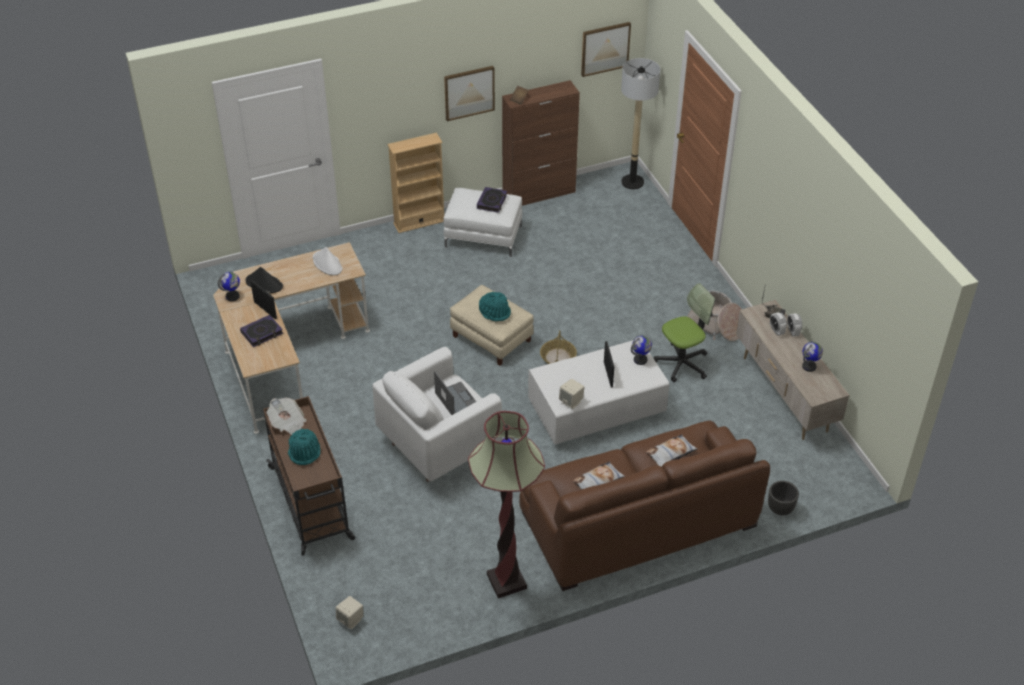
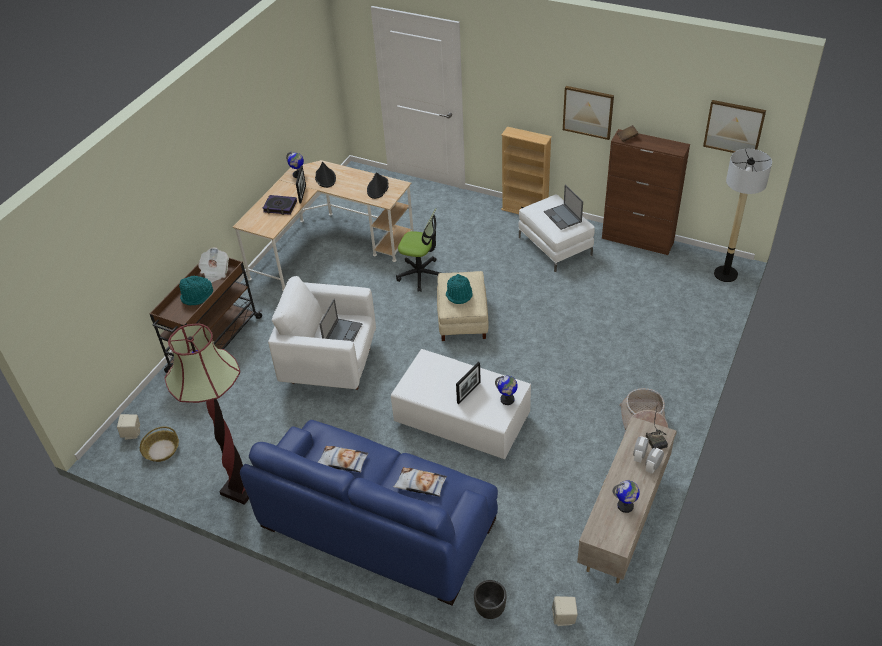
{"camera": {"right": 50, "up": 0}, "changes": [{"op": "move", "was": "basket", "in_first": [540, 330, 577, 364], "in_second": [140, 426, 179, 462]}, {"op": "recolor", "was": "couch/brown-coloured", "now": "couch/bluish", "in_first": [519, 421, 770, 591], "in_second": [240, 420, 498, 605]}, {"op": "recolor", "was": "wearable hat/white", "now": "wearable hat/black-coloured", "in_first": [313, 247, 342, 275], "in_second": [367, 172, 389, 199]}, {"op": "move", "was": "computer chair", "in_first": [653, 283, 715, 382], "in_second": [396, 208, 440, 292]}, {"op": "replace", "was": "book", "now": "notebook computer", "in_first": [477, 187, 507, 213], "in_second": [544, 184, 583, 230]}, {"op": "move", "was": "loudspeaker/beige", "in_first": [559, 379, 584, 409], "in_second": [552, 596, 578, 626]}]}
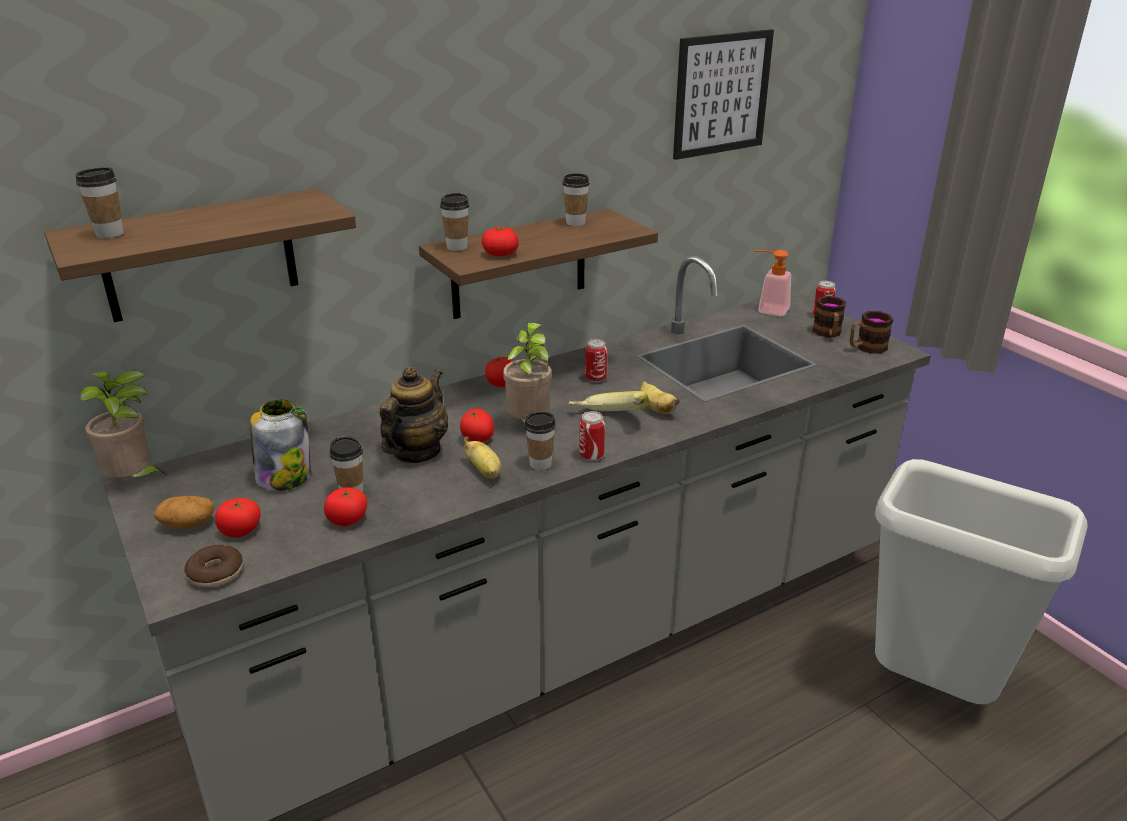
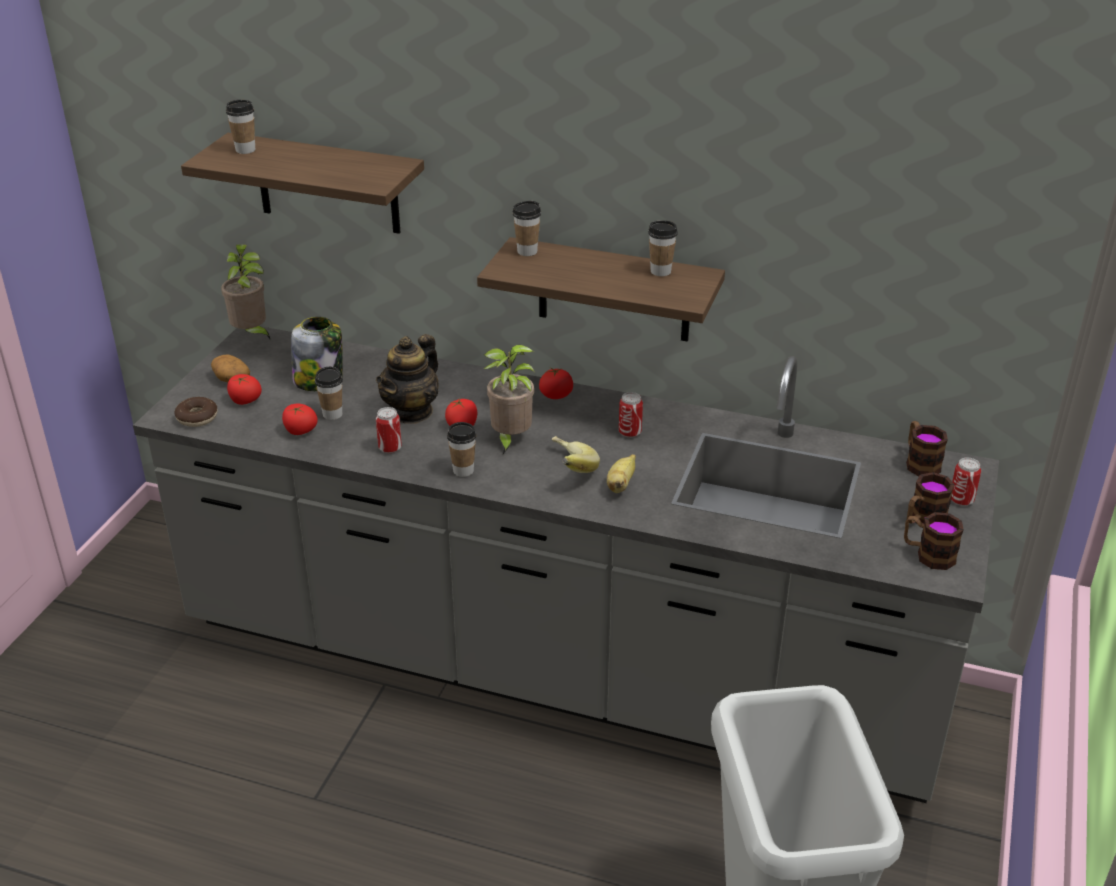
{"camera": {"right": 50, "up": 5}, "changes": [{"op": "rotate", "was": "pot for tea", "in_first": [380, 367, 448, 463], "in_second": [376, 334, 439, 424], "clockwise": 135}, {"op": "move", "was": "metal can", "in_first": [579, 411, 605, 461], "in_second": [376, 407, 402, 453]}, {"op": "replace", "was": "soap dispenser", "now": "coffee mug", "in_first": [754, 250, 791, 316], "in_second": [906, 421, 948, 476]}, {"op": "delete", "was": "whole banana", "in_first": [463, 437, 501, 479]}, {"op": "delete", "was": "whole tomato", "in_first": [482, 227, 519, 256]}, {"op": "delete", "was": "picture", "in_first": [673, 29, 774, 160]}]}
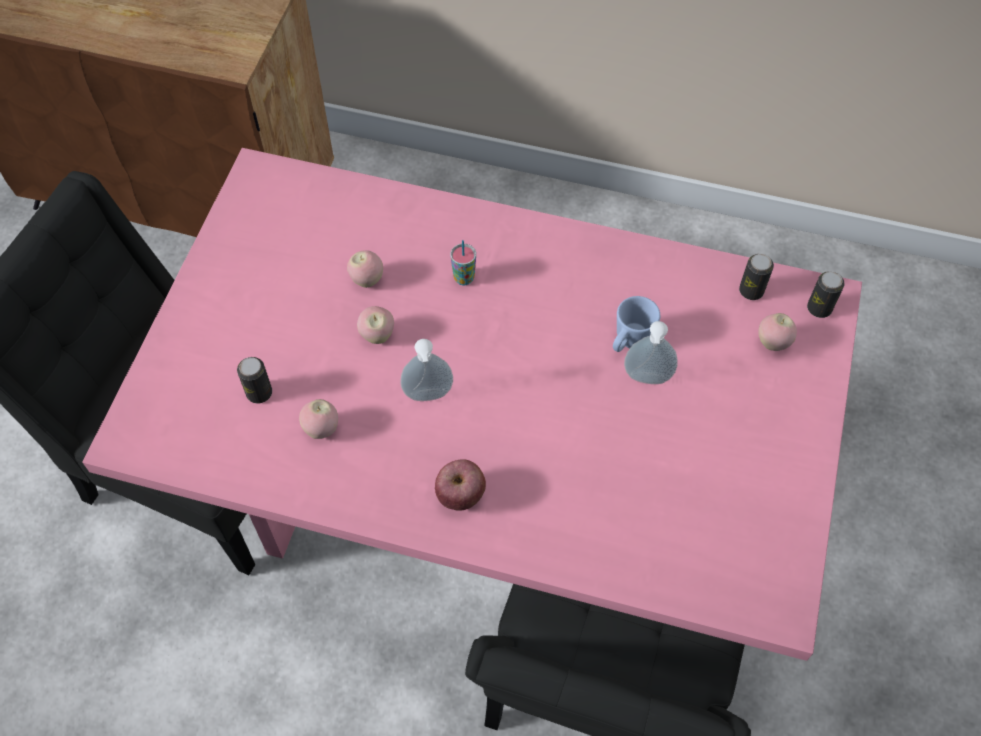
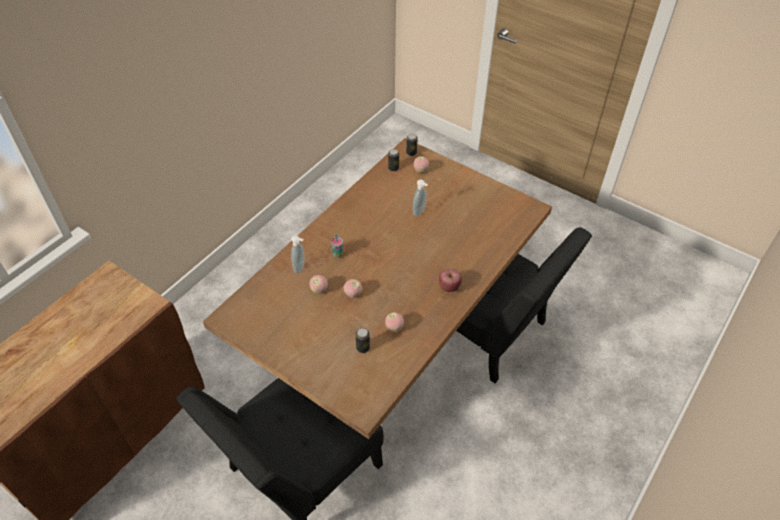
{"camera": {"right": -70, "up": -10}, "changes": [{"op": "recolor", "was": "kitchen table/pinkish", "now": "kitchen table/brown-coloured", "in_first": [82, 148, 862, 661], "in_second": [203, 138, 552, 439]}, {"op": "move", "was": "soap dispenser", "in_first": [400, 339, 453, 401], "in_second": [291, 235, 305, 273]}, {"op": "delete", "was": "coffee mug/bluish", "in_first": [613, 296, 660, 352]}]}
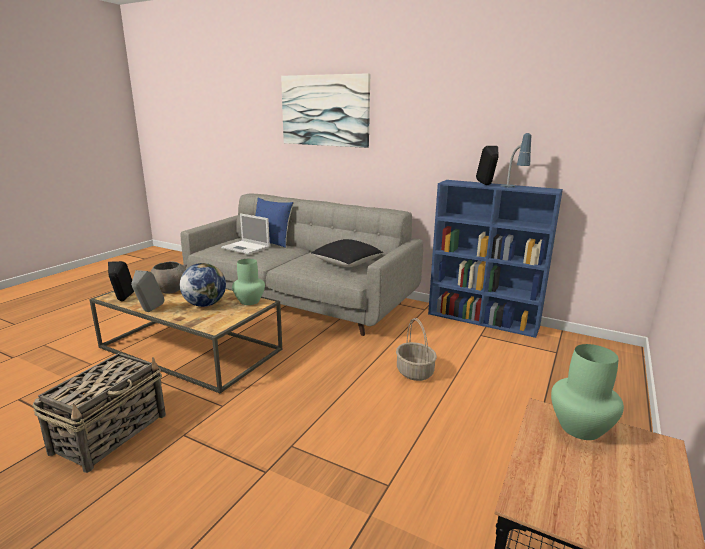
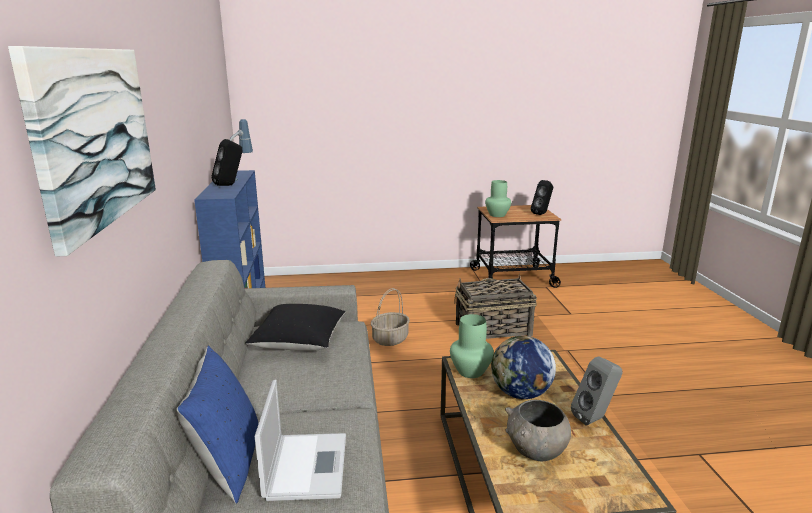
{"camera": {"right": -125, "up": 0}, "changes": [{"op": "move", "was": "basket", "in_first": [32, 353, 166, 473], "in_second": [454, 274, 537, 339]}, {"op": "move", "was": "loudspeaker/black-coloured", "in_first": [108, 261, 134, 301], "in_second": [531, 180, 553, 215]}]}
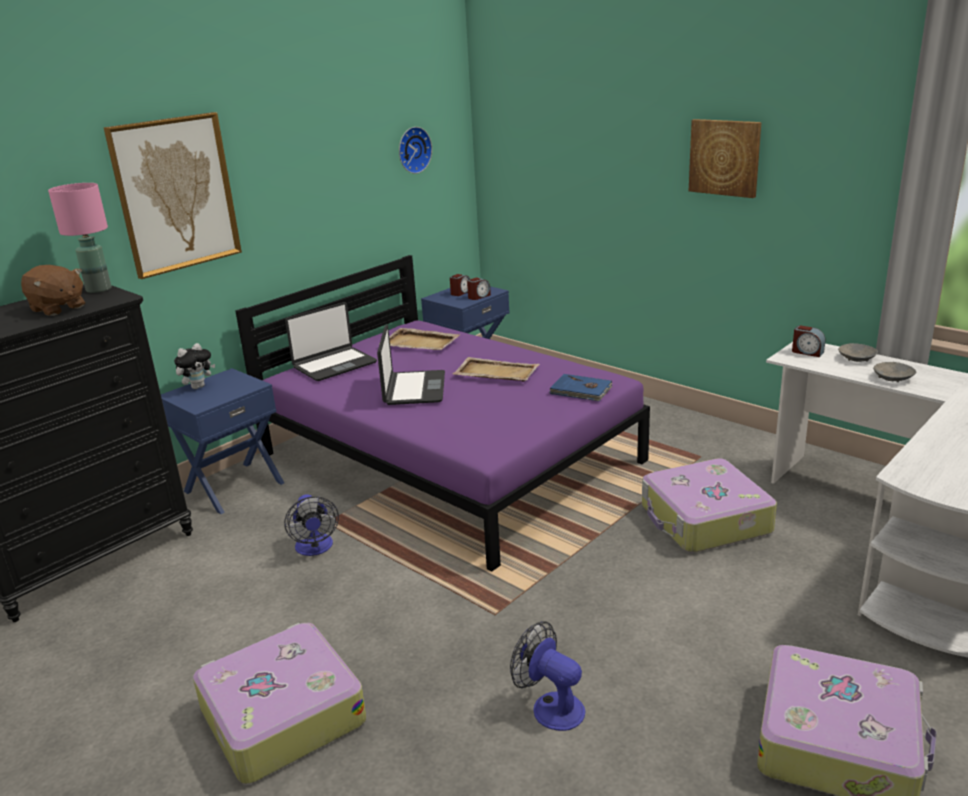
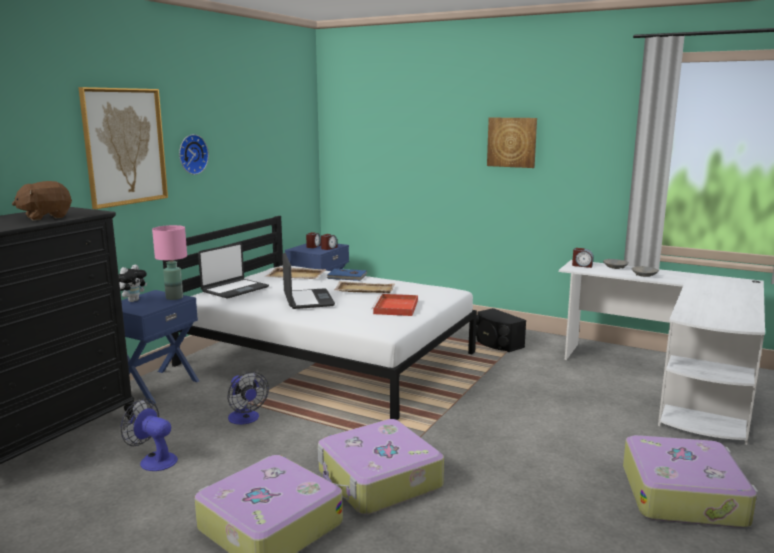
{"camera": {"right": -15, "up": -10}, "changes": [{"op": "rotate", "was": "plush toy/brown-coloured", "in_first": [21, 265, 85, 316], "in_second": [12, 181, 72, 221], "clockwise": 120}, {"op": "move", "was": "cooling fan", "in_first": [510, 621, 585, 731], "in_second": [121, 398, 178, 471]}, {"op": "move", "was": "lamp for a table/pinkish", "in_first": [48, 183, 111, 293], "in_second": [152, 225, 187, 300]}, {"op": "recolor", "was": "bedroom bed/purplish", "now": "bedroom bed/white", "in_first": [235, 255, 650, 571], "in_second": [163, 216, 477, 420]}, {"op": "move", "was": "wall clock", "in_first": [399, 127, 432, 174], "in_second": [179, 134, 209, 175]}, {"op": "move", "was": "suitcase", "in_first": [642, 458, 777, 553], "in_second": [318, 419, 444, 514]}, {"op": "move", "was": "book/bluish", "in_first": [550, 374, 612, 401], "in_second": [327, 269, 367, 281]}, {"op": "insert", "now": "carrying tray/reddish", "in_second": [371, 294, 418, 316]}, {"op": "insert", "now": "loudspeaker/black-coloured", "in_second": [476, 308, 526, 352]}]}
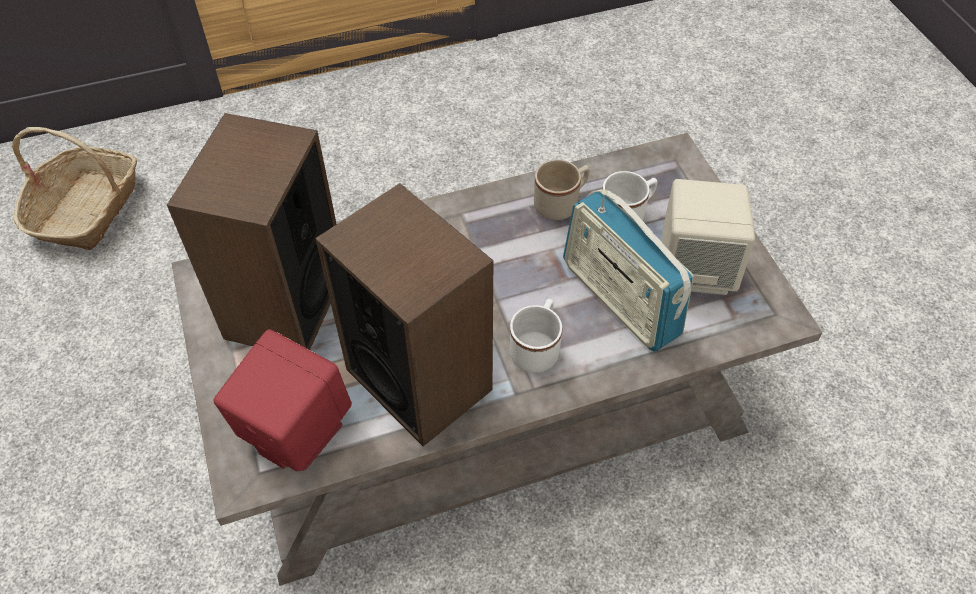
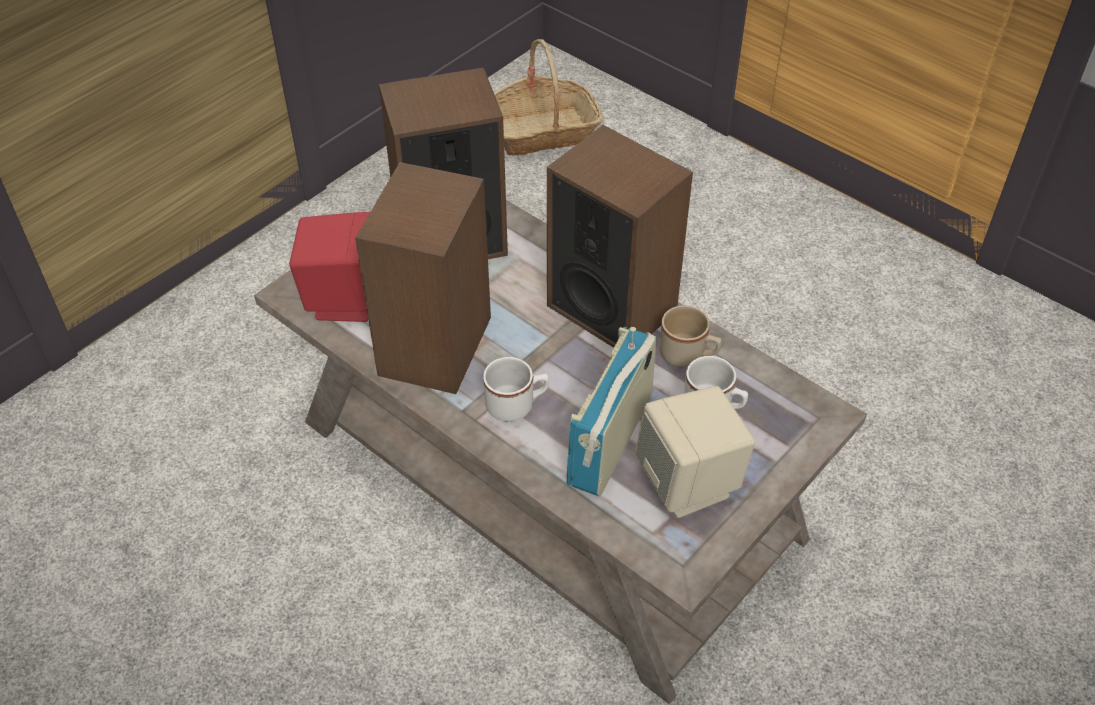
{"camera": {"right": 60, "up": -5}, "changes": [{"op": "insert", "now": "loudspeaker", "in_second": [547, 125, 693, 348]}]}
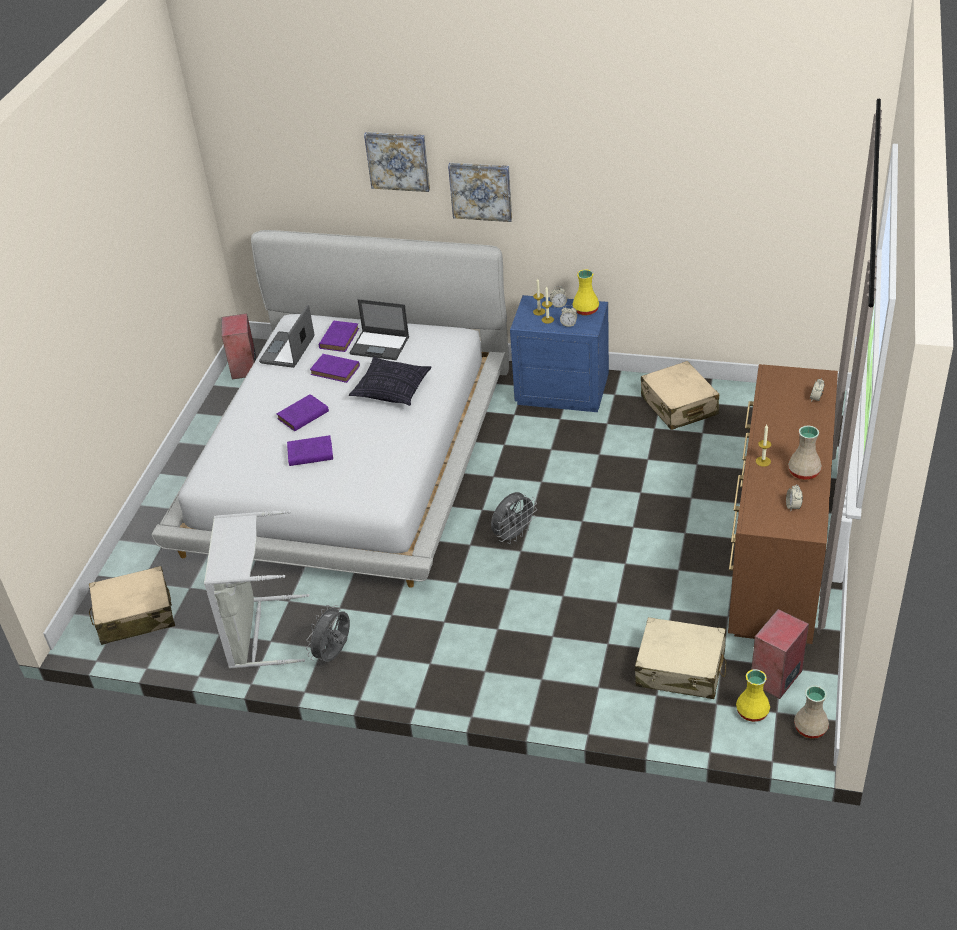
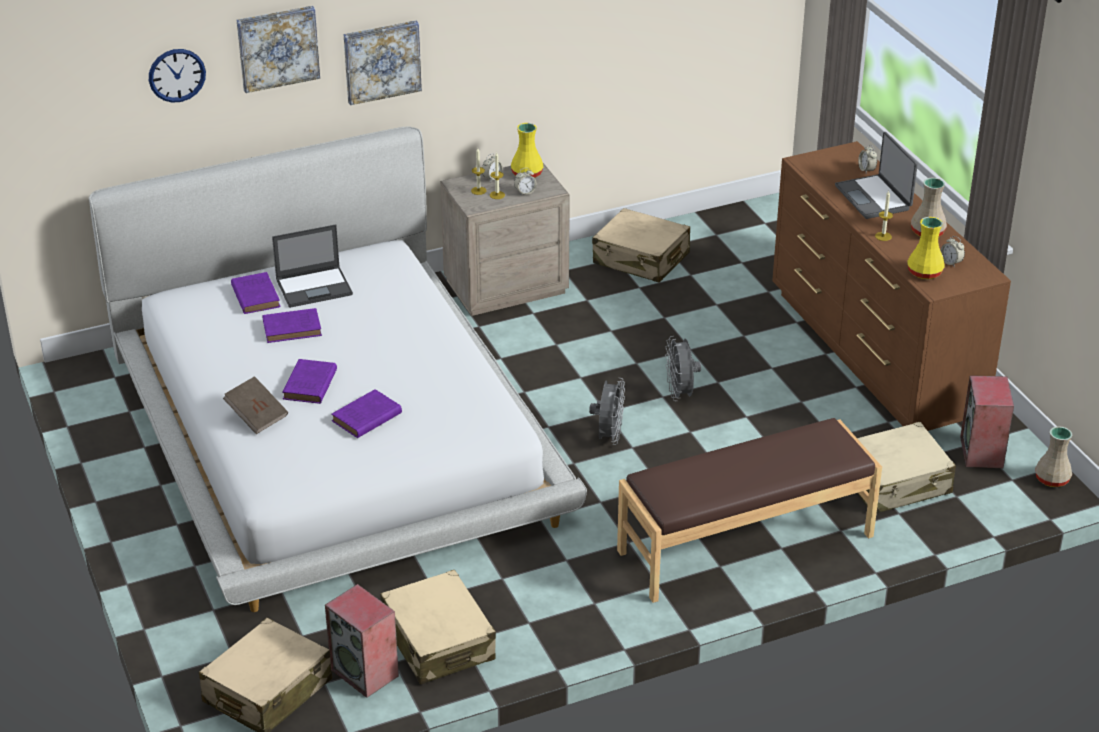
{"camera": {"right": -40, "up": -5}, "changes": [{"op": "insert", "now": "wall clock", "in_second": [149, 49, 206, 103]}, {"op": "insert", "now": "book/brown-coloured", "in_second": [223, 376, 288, 434]}, {"op": "move", "was": "loudspeaker", "in_first": [221, 313, 257, 379], "in_second": [325, 584, 399, 698]}, {"op": "replace", "was": "laundry basket/grey", "now": "suitcase/beige", "in_first": [204, 510, 309, 669], "in_second": [381, 570, 496, 685]}, {"op": "recolor", "was": "night table/bluish", "now": "night table/beige", "in_first": [510, 295, 609, 412], "in_second": [440, 163, 570, 316]}, {"op": "insert", "now": "indoor bench/brown-coloured", "in_second": [617, 418, 882, 603]}, {"op": "move", "was": "cooling fan/grey", "in_first": [306, 605, 350, 662], "in_second": [665, 336, 701, 401]}, {"op": "move", "was": "notebook computer", "in_first": [259, 305, 314, 368], "in_second": [835, 132, 918, 219]}, {"op": "move", "was": "flower vase/yellowish", "in_first": [736, 669, 770, 722], "in_second": [908, 217, 945, 280]}, {"op": "delete", "was": "pillow", "in_first": [349, 357, 432, 406]}]}
